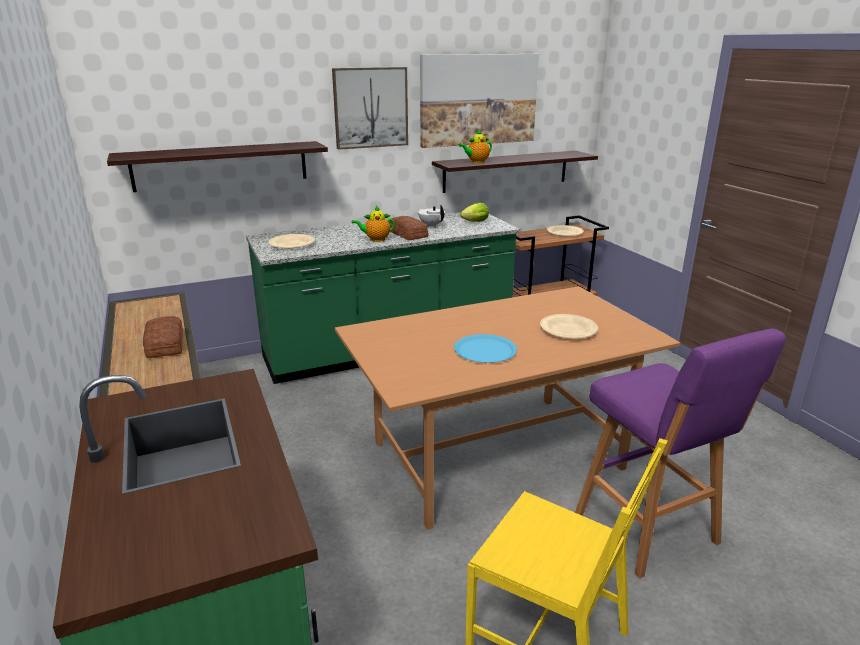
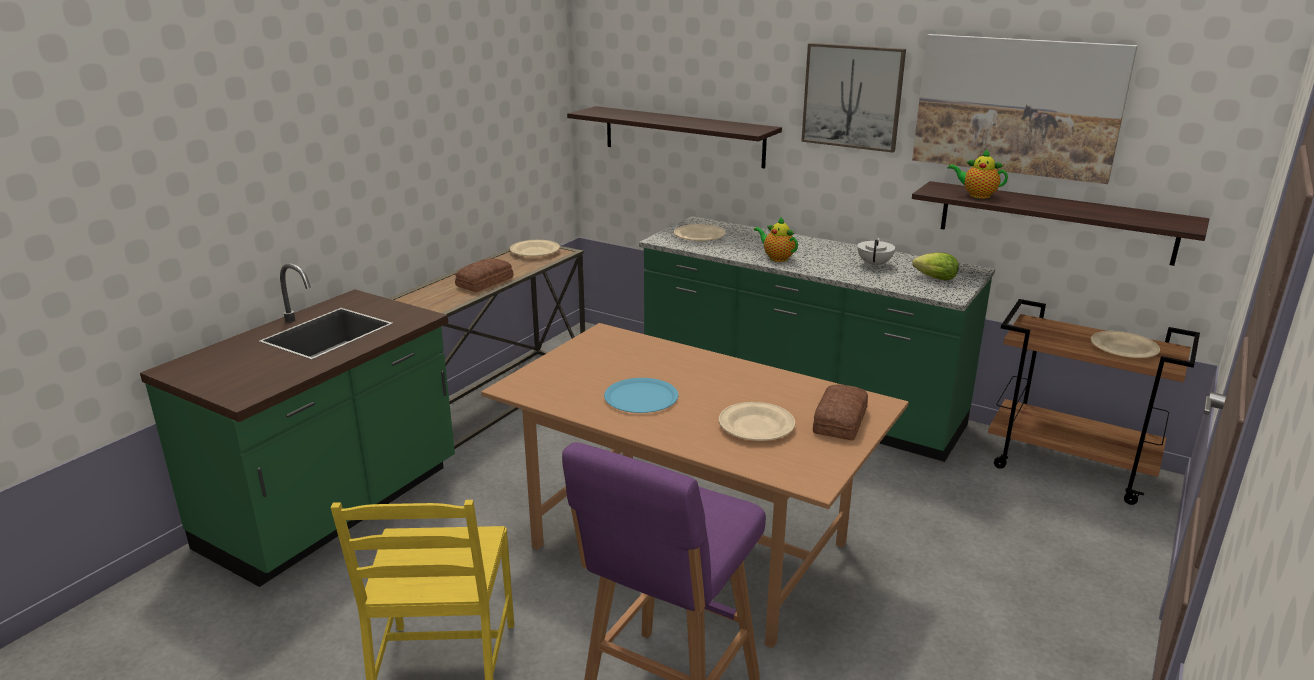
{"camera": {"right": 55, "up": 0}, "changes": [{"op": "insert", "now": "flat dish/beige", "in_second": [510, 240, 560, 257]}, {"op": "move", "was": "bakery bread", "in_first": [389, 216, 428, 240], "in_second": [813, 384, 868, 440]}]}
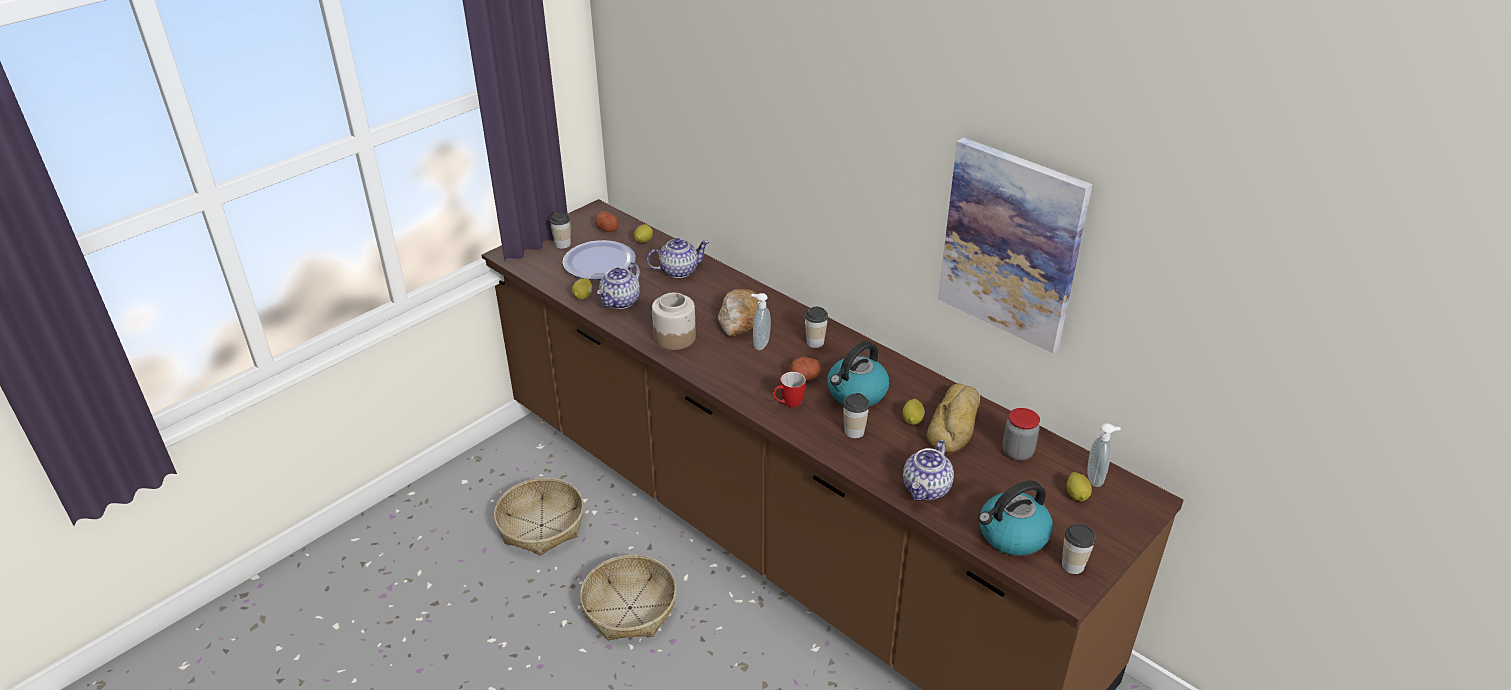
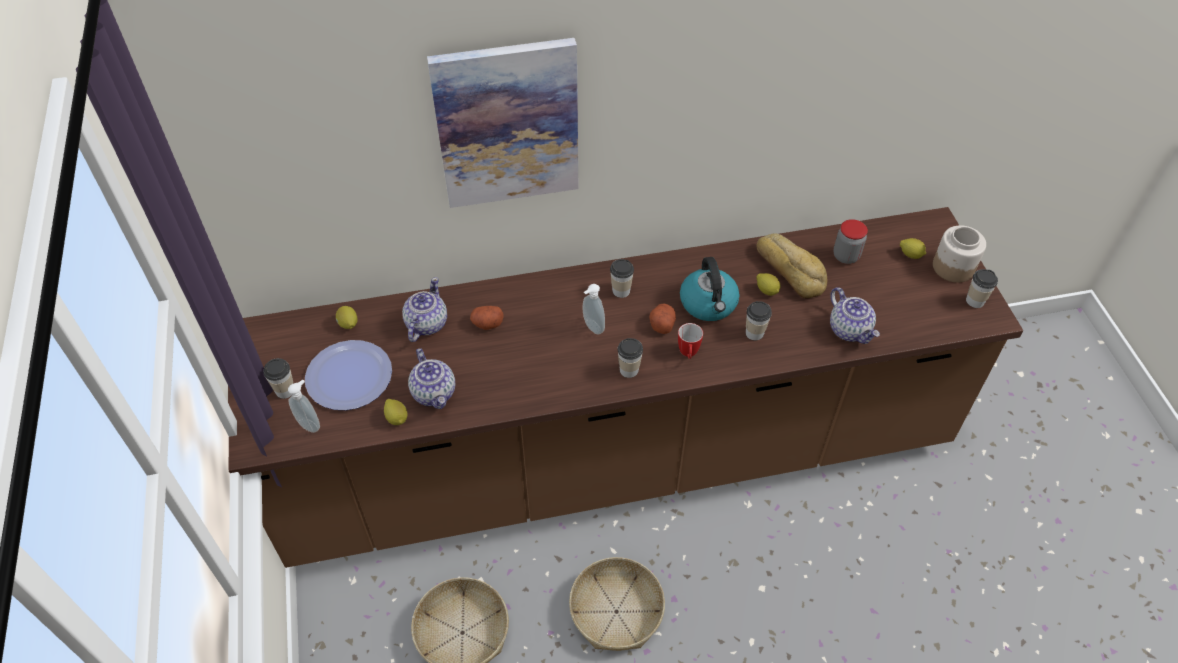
{"camera": {"right": -55, "up": 15}, "changes": [{"op": "move", "was": "soap dispenser", "in_first": [1087, 423, 1121, 487], "in_second": [288, 379, 320, 433]}, {"op": "move", "was": "picture", "in_first": [938, 137, 1093, 353], "in_second": [427, 38, 579, 208]}, {"op": "move", "was": "whole potato", "in_first": [595, 211, 619, 232], "in_second": [470, 306, 503, 330]}, {"op": "insert", "now": "cup", "in_second": [617, 338, 643, 378]}, {"op": "move", "was": "storage jar", "in_first": [652, 293, 696, 350], "in_second": [933, 225, 986, 283]}, {"op": "delete", "was": "bakery bread", "in_first": [718, 289, 759, 337]}, {"op": "delete", "was": "kettle", "in_first": [978, 481, 1053, 556]}]}
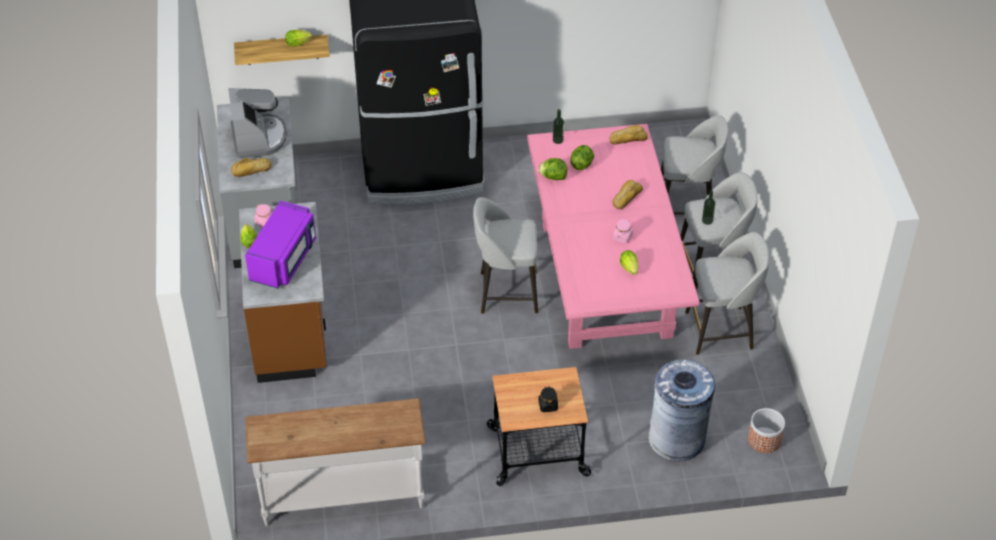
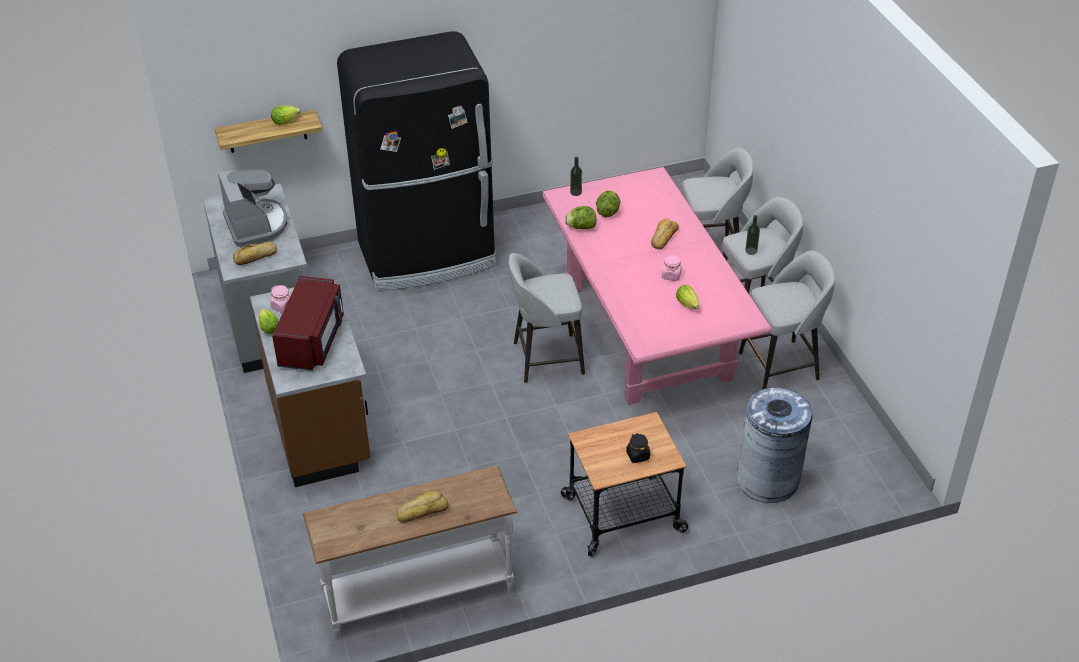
{"camera": {"right": -10, "up": -5}, "changes": [{"op": "recolor", "was": "microwave oven/purplish", "now": "microwave oven/reddish", "in_first": [245, 200, 316, 289], "in_second": [272, 276, 344, 371]}, {"op": "move", "was": "bakery bread", "in_first": [609, 125, 648, 145], "in_second": [397, 491, 449, 523]}, {"op": "delete", "was": "flower pot", "in_first": [748, 408, 785, 453]}]}
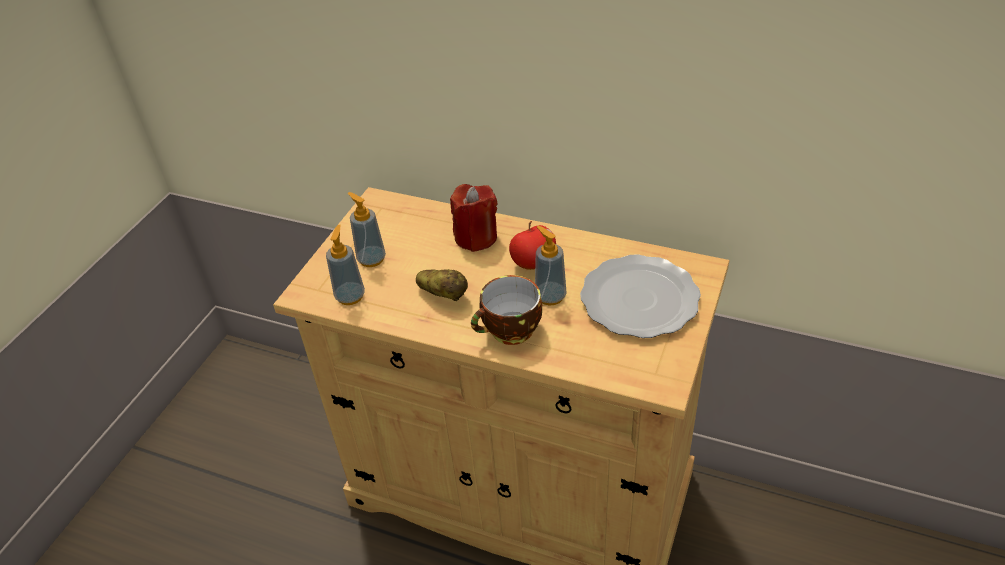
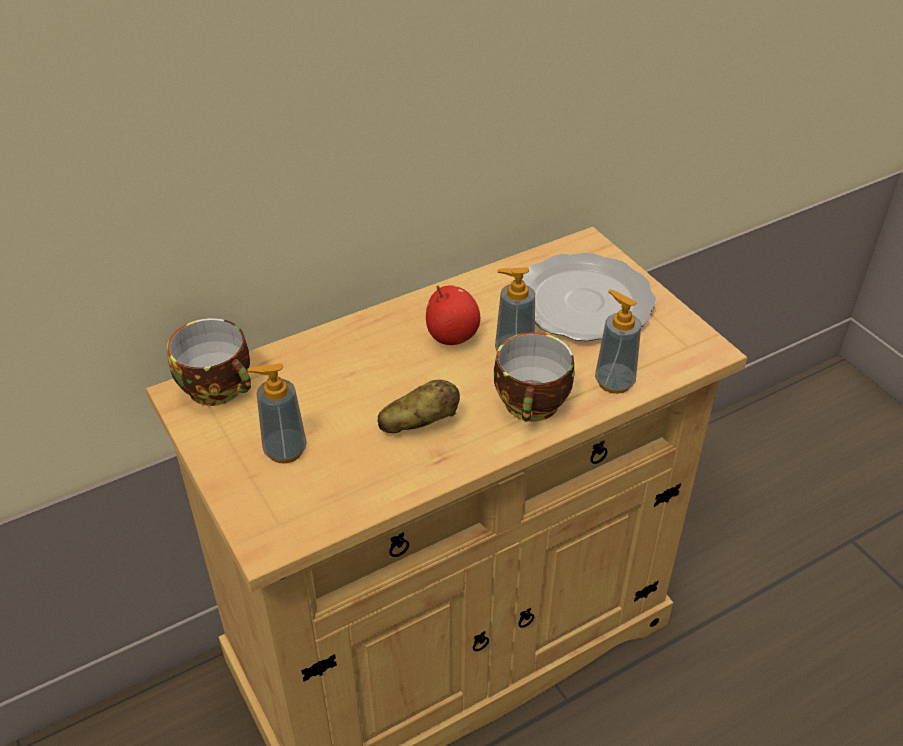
{"camera": {"right": -55, "up": 0}, "changes": [{"op": "insert", "now": "cup", "in_second": [167, 318, 251, 406]}, {"op": "move", "was": "soap dispenser", "in_first": [326, 225, 365, 305], "in_second": [595, 289, 641, 394]}, {"op": "delete", "was": "candle/reddish", "in_first": [450, 184, 497, 252]}]}
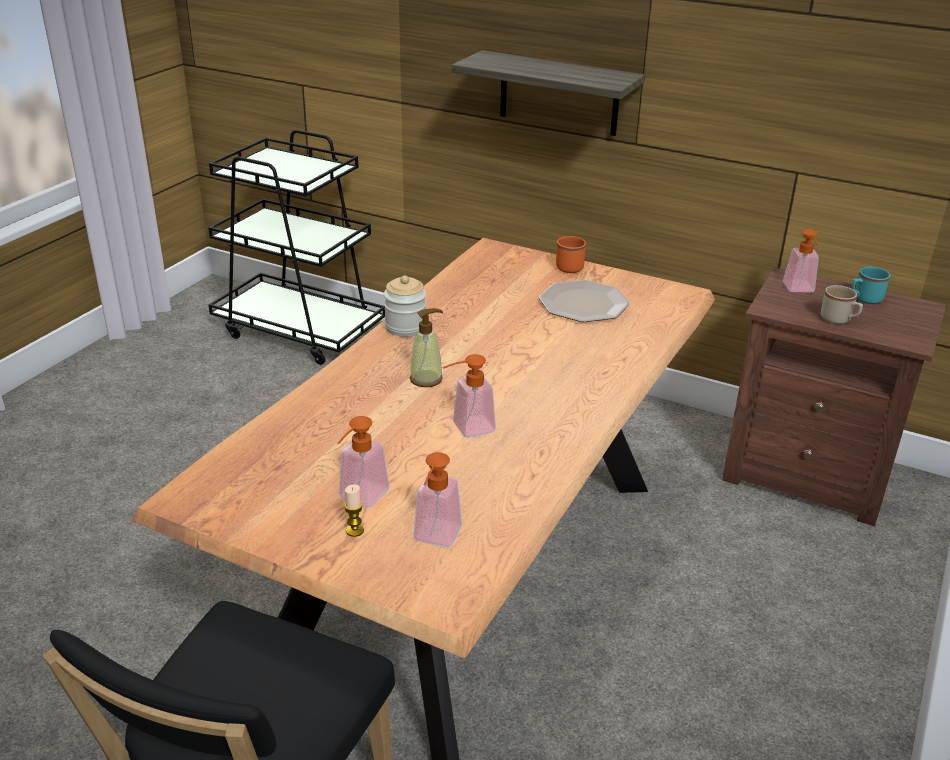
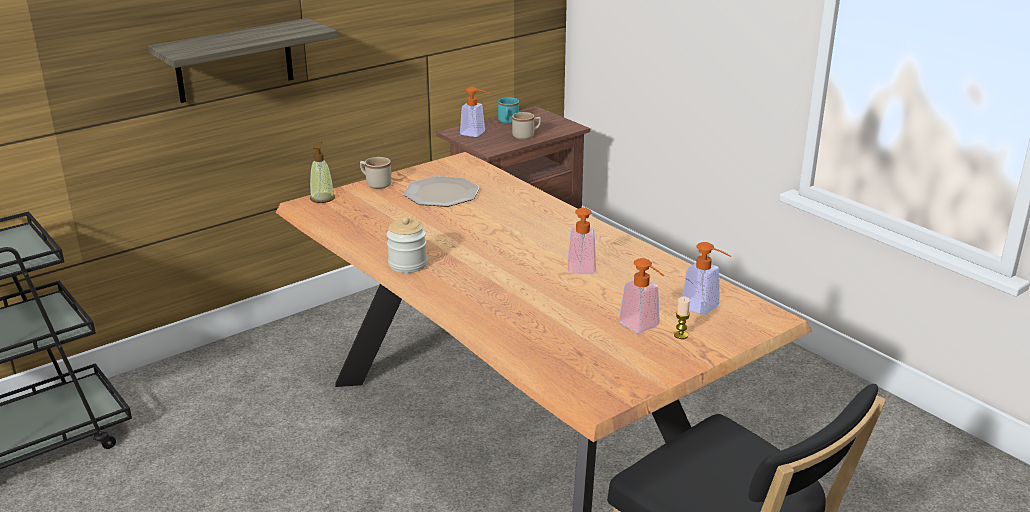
{"camera": {"right": -65, "up": -5}, "changes": [{"op": "move", "was": "soap dispenser", "in_first": [410, 308, 443, 387], "in_second": [310, 142, 335, 203]}, {"op": "recolor", "was": "coffee mug/orange", "now": "coffee mug/beige", "in_first": [556, 236, 586, 273], "in_second": [360, 157, 392, 189]}]}
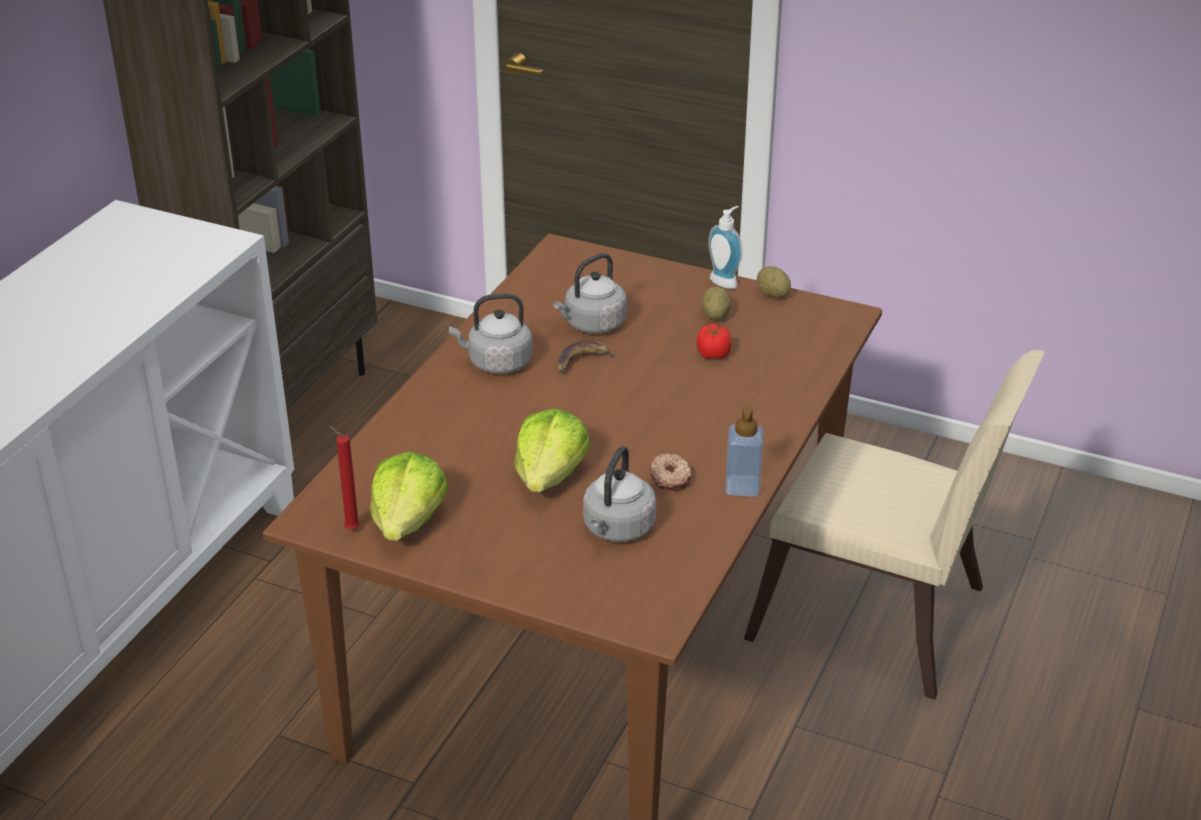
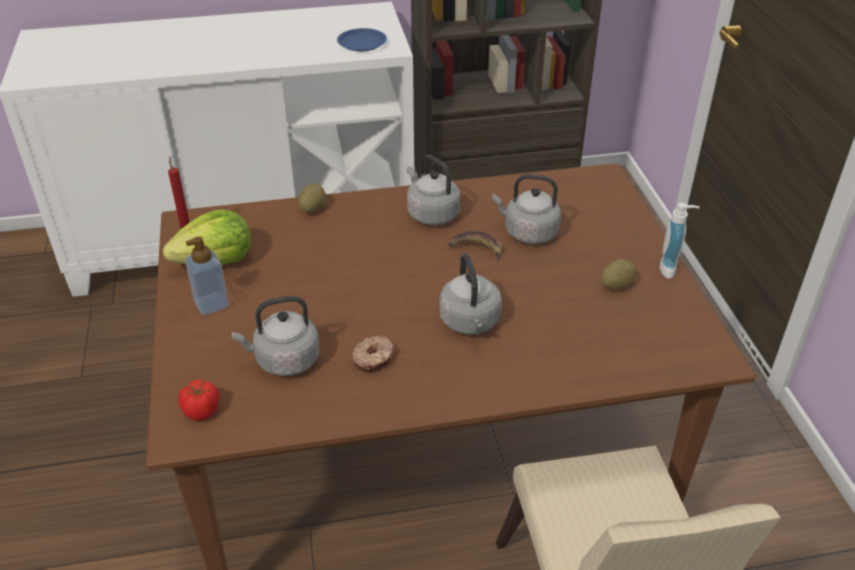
{"camera": {"right": 55, "up": 5}, "changes": [{"op": "move", "was": "whole tomato", "in_first": [697, 324, 732, 359], "in_second": [179, 380, 220, 421]}, {"op": "move", "was": "soap dispenser", "in_first": [725, 406, 764, 497], "in_second": [185, 236, 229, 315]}, {"op": "move", "was": "whole potato", "in_first": [757, 266, 791, 297], "in_second": [299, 184, 326, 213]}, {"op": "insert", "now": "flat dish/bluish", "in_second": [337, 28, 387, 51]}, {"op": "insert", "now": "kettle/grey", "in_second": [439, 254, 502, 335]}, {"op": "delete", "was": "lettuce head", "in_first": [514, 408, 590, 492]}]}
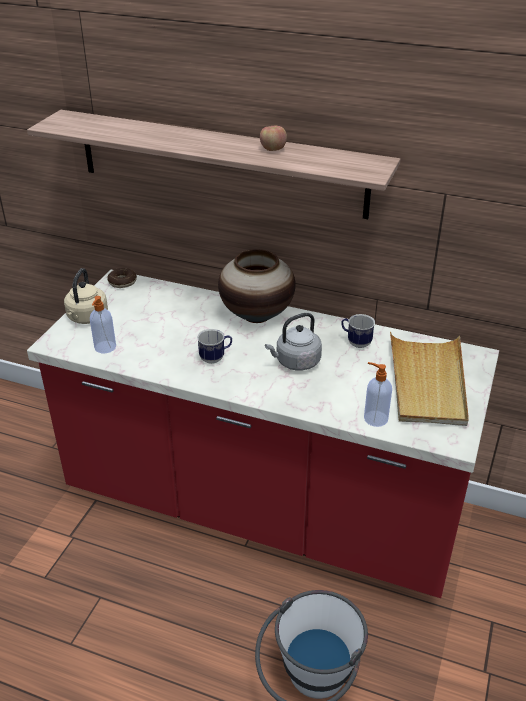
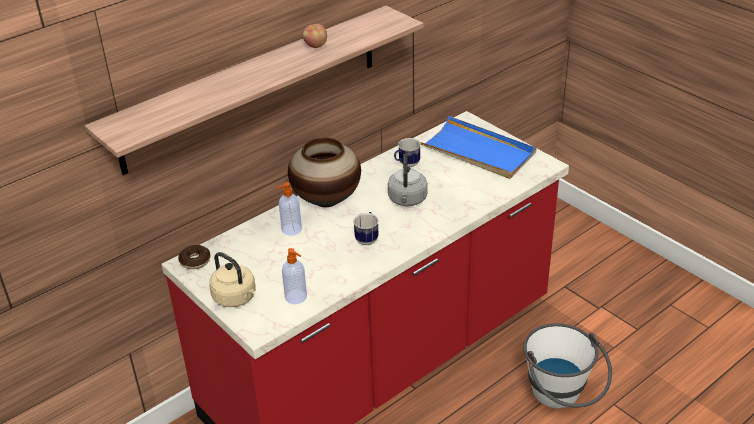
{"camera": {"right": -60, "up": 0}, "changes": [{"op": "move", "was": "soap dispenser", "in_first": [364, 362, 392, 427], "in_second": [276, 182, 302, 235]}, {"op": "recolor", "was": "carrying tray/beige", "now": "carrying tray/bluish", "in_first": [390, 332, 469, 426], "in_second": [420, 116, 536, 179]}]}
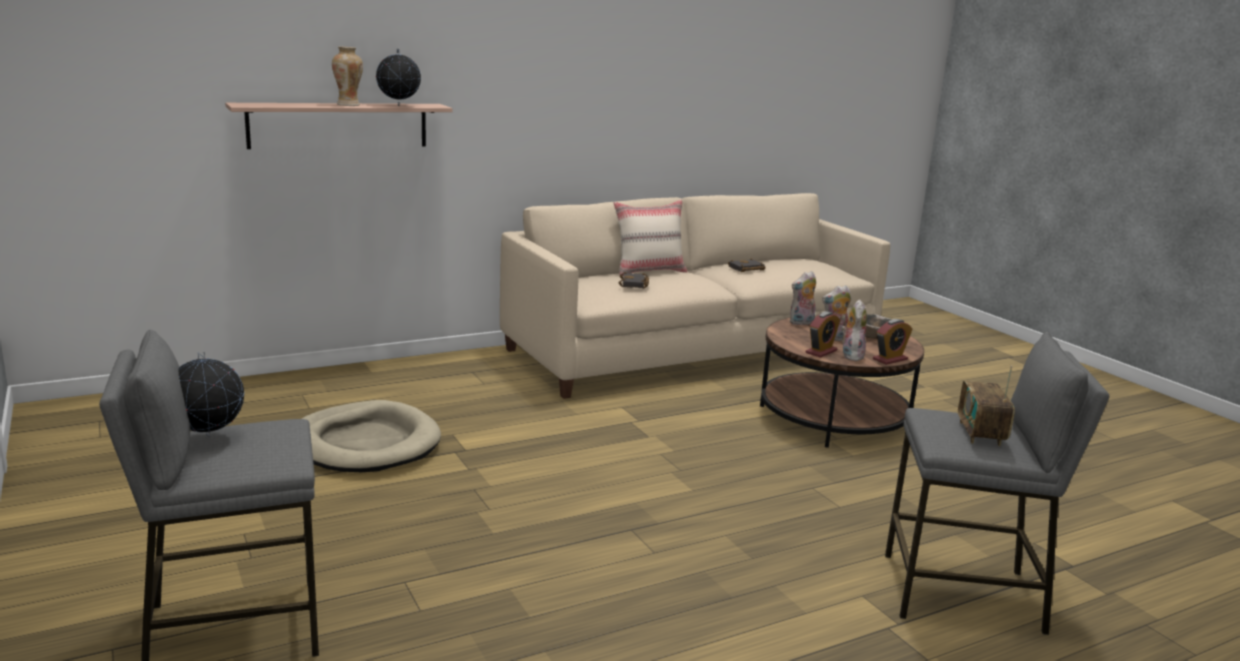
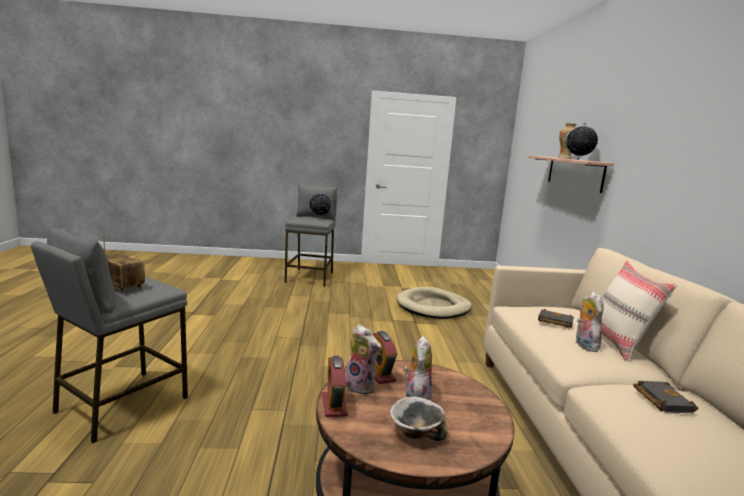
{"camera": {"right": 115, "up": -5}, "changes": [{"op": "move", "was": "plush toy", "in_first": [790, 271, 816, 325], "in_second": [576, 292, 604, 352]}]}
